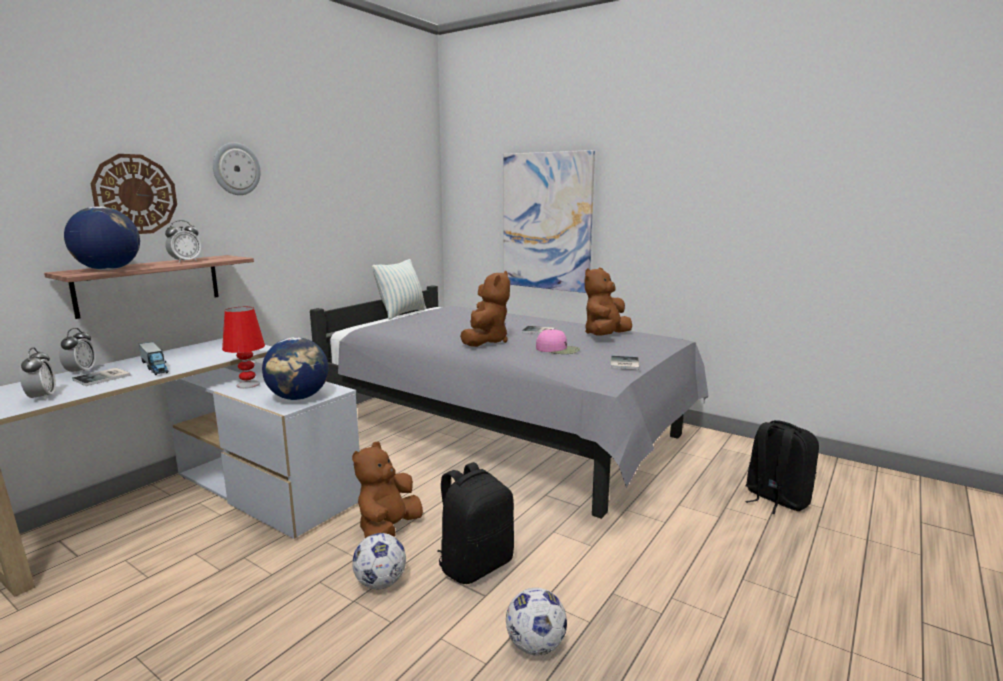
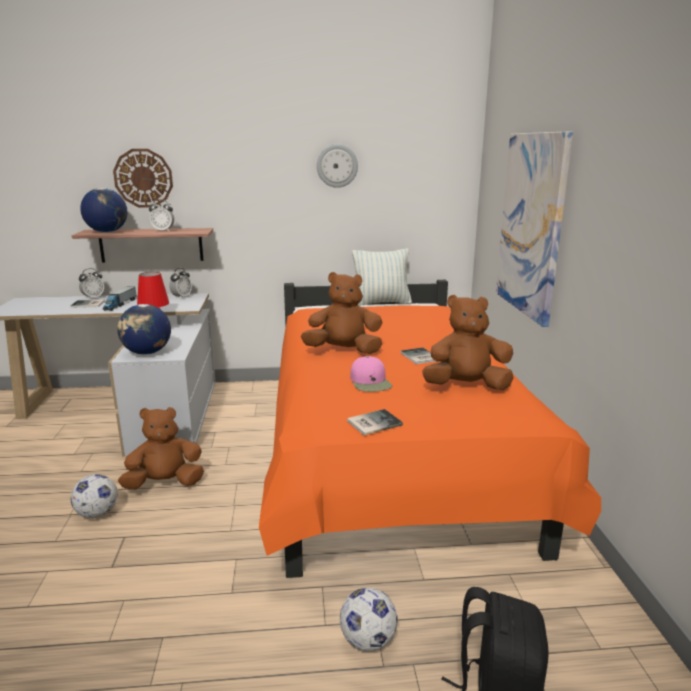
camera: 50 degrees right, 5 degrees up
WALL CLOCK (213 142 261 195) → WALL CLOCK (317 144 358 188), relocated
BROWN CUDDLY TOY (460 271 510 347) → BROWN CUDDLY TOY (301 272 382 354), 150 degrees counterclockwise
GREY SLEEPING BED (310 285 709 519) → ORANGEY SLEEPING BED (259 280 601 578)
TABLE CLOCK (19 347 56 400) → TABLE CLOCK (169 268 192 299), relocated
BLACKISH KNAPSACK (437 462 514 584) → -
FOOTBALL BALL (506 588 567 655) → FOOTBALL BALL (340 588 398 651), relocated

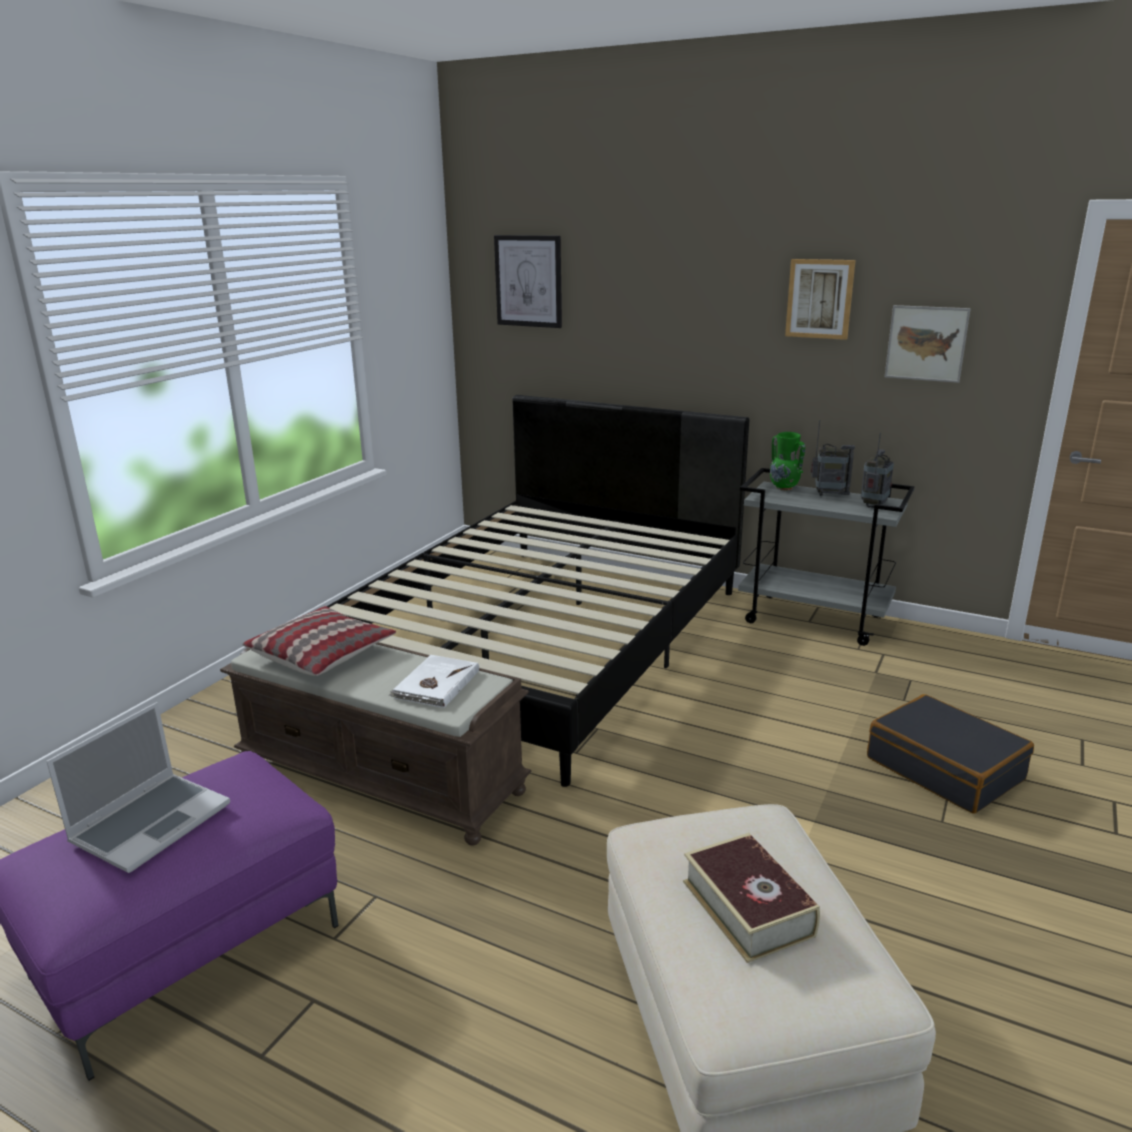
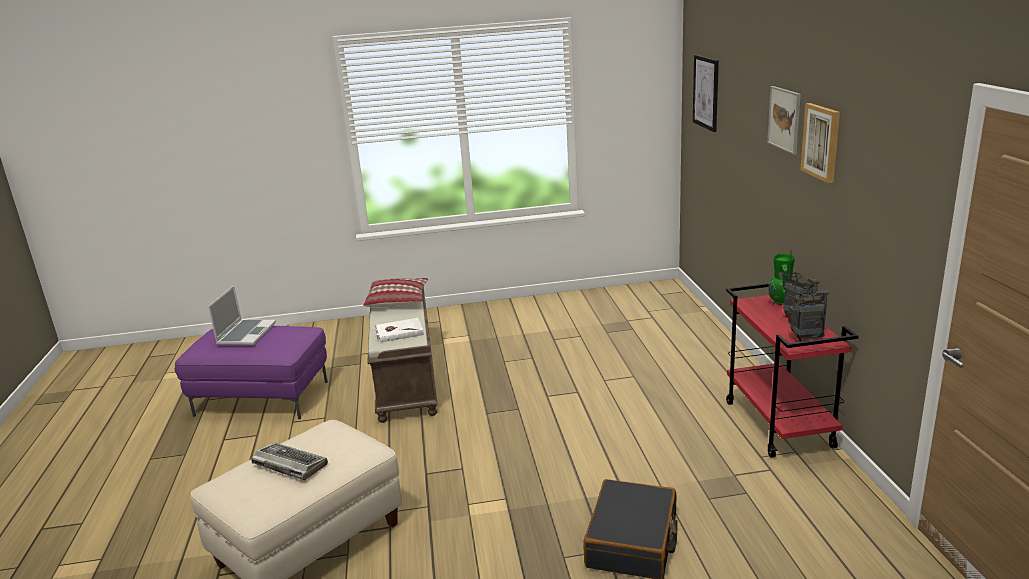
camera: 55 degrees right, 0 degrees up
PICTURE (885 305 971 383) → PICTURE (767 86 801 155), relocated
BLACKISH SLEEPING BED (327 395 749 787) → -
GREY TROLLEY (738 468 915 646) → RED-COLOURED TROLLEY (726 283 858 458)
PORTABLE COMPUTER (46 702 230 873) → PORTABLE COMPUTER (208 286 276 345), 75 degrees counterclockwise
BOOK (683 833 820 963) → KEYBOARD (251 443 328 480)

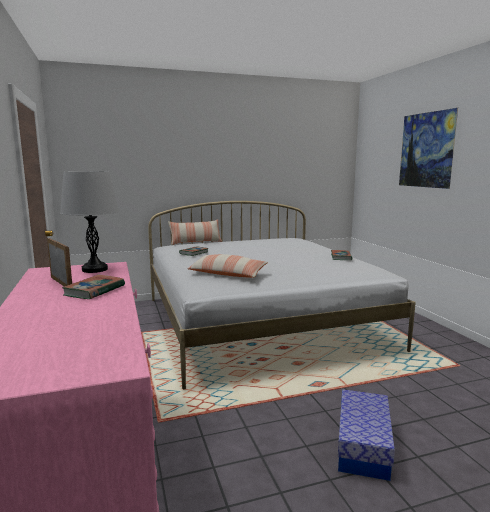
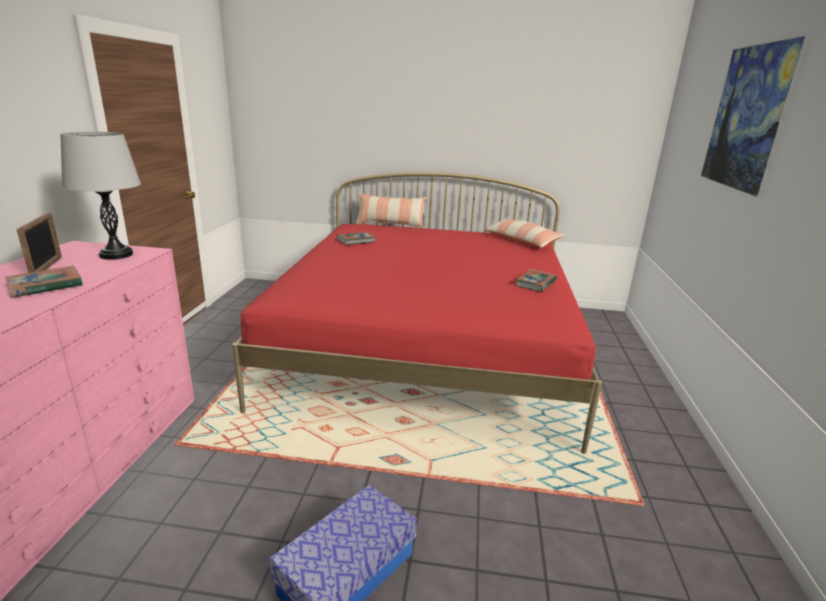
camera: 25 degrees right, 10 degrees up
WHITE-COLOURED SLEEPING BED (148 201 416 389) → RED-COLOURED SLEEPING BED (232 172 602 454)
THROW PILLOW (188 254 268 278) → THROW PILLOW (484 219 565 248), relocated

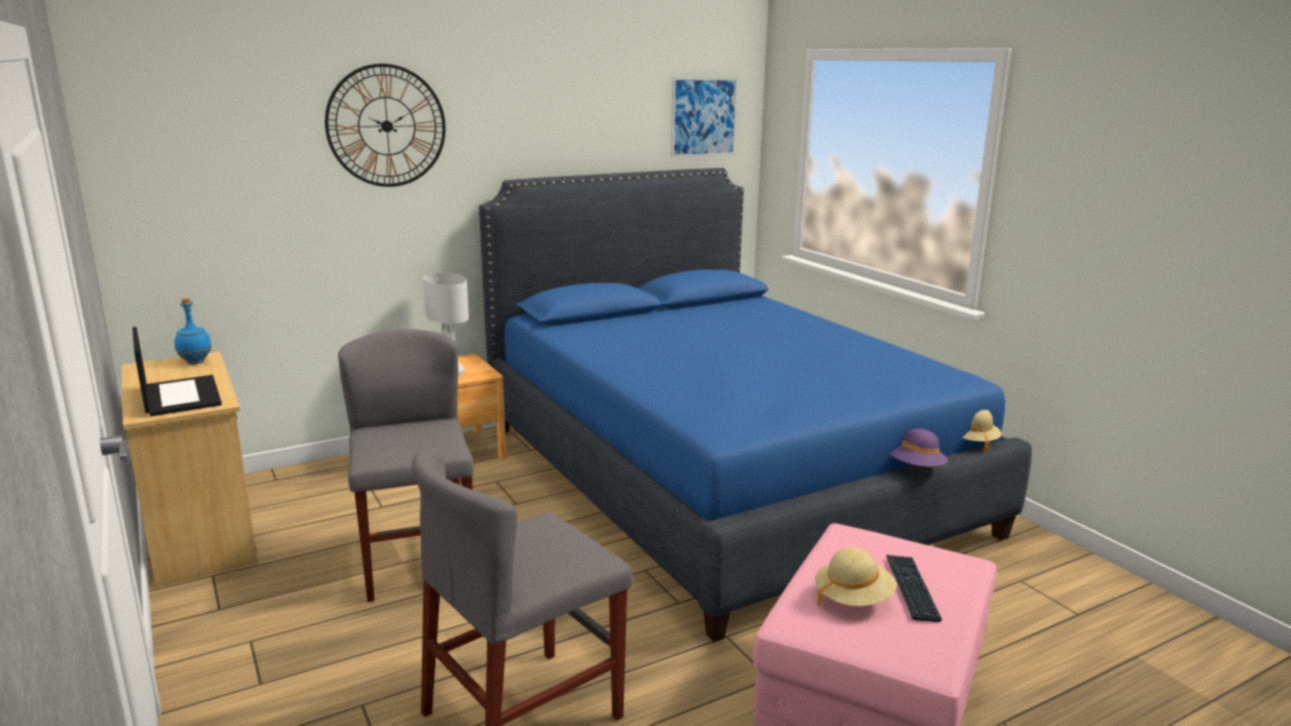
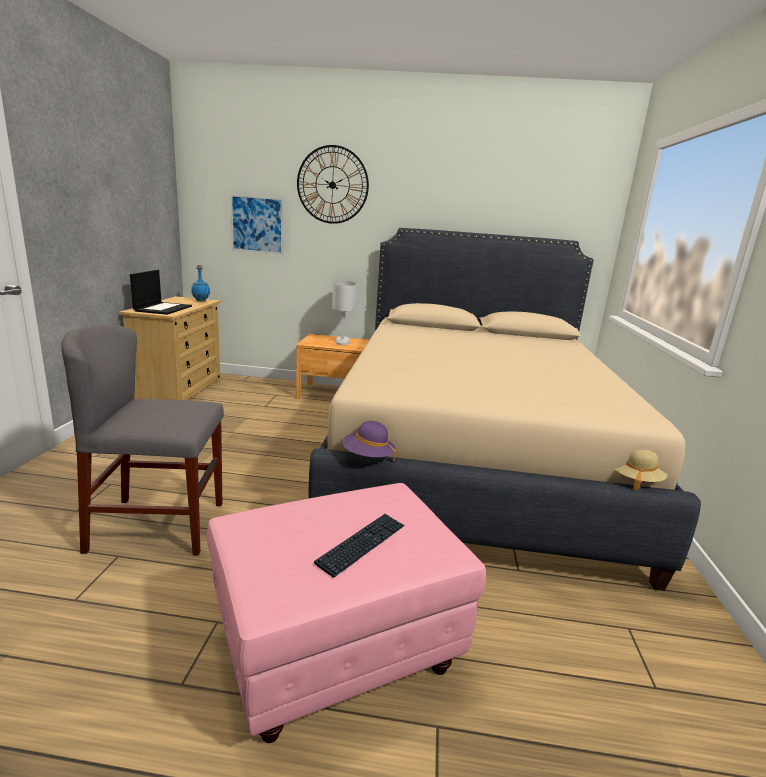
camera: 35 degrees right, 0 degrees up
PICTURE (671 77 738 158) → PICTURE (230 194 283 254), relocated
BLUISH SLEEPING BED (479 168 1032 642) → BEIGE SLEEPING BED (308 228 701 591)
GREY CHAIR (338 329 473 602) → -
PURPLE-COLOURED WEARABLE HAT (890 428 948 467) → PURPLE-COLOURED WEARABLE HAT (342 421 395 461), relocated
BEIGE WEARABLE HAT (815 547 897 607) → -

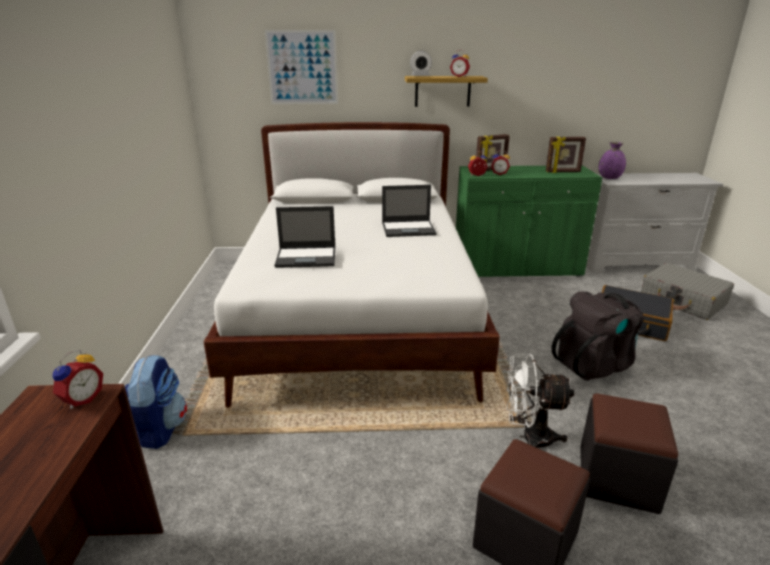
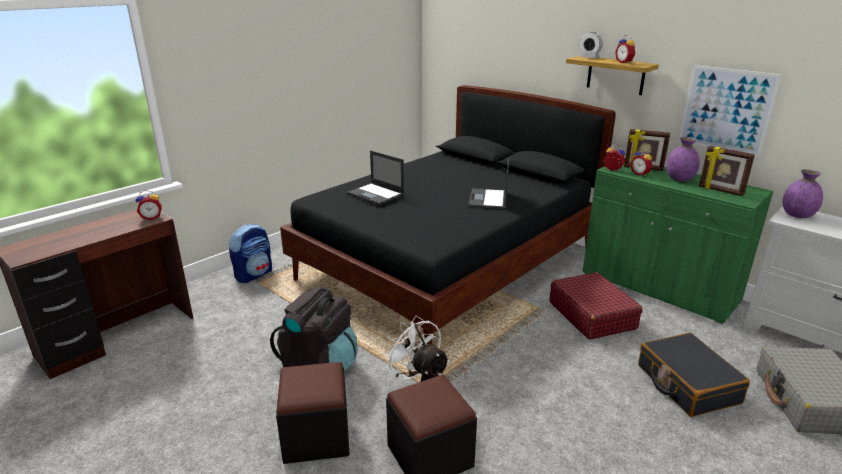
camera: 45 degrees right, 0 degrees up
PICTURE (265 30 338 104) → PICTURE (678 65 782 157), relocated
WHITE-COLOURED SLEEPING BED (204 122 500 408) → BLACKISH SLEEPING BED (280 85 616 344)
PORTABLE COMPUTER (382 185 437 237) → PORTABLE COMPUTER (468 157 509 209), 60 degrees clockwise
BLACKISH KNAPSACK (552 292 644 381) → BLACKISH KNAPSACK (270 287 357 371), relocated
- → PURPLE-COLOURED VASE (666 137 700 181)
- → RED-COLOURED PIECE OF LUGGAGE (550 272 643 340)

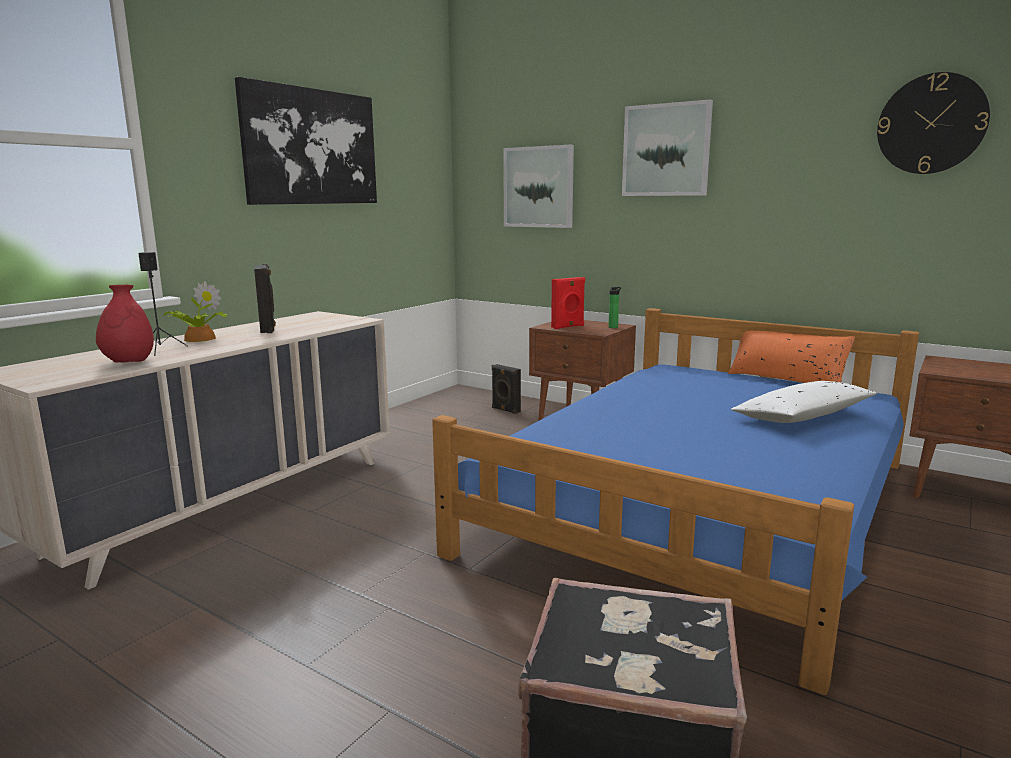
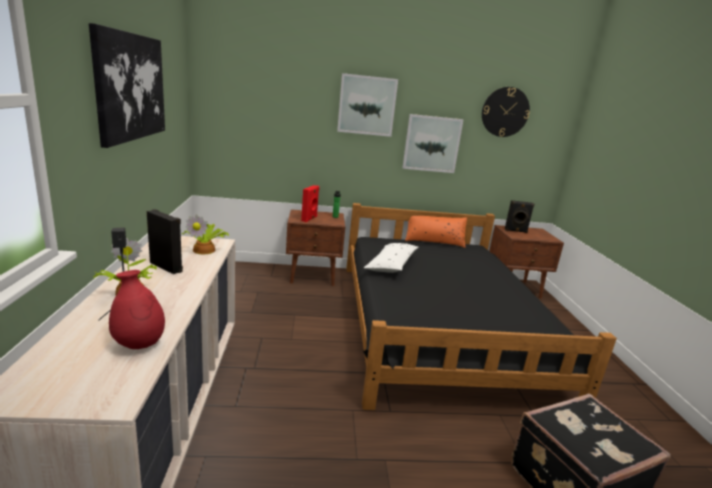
camera: 40 degrees left, 5 degrees up
PICTURE (503 145 574 228) → PICTURE (402 114 463 173), relocated
BLUISH SLEEPING BED (432 308 919 695) → BLACKISH SLEEPING BED (346 203 617 410)
BLACKISH SPEAKER (492 364 521 414) → BLACKISH SPEAKER (505 200 534 233), relocated
WHITE-COLOURED THROW PILLOW (731 381 877 423) → WHITE-COLOURED THROW PILLOW (364 243 419 273), relocated
- → PLANT IN A POT (182 214 229 254)

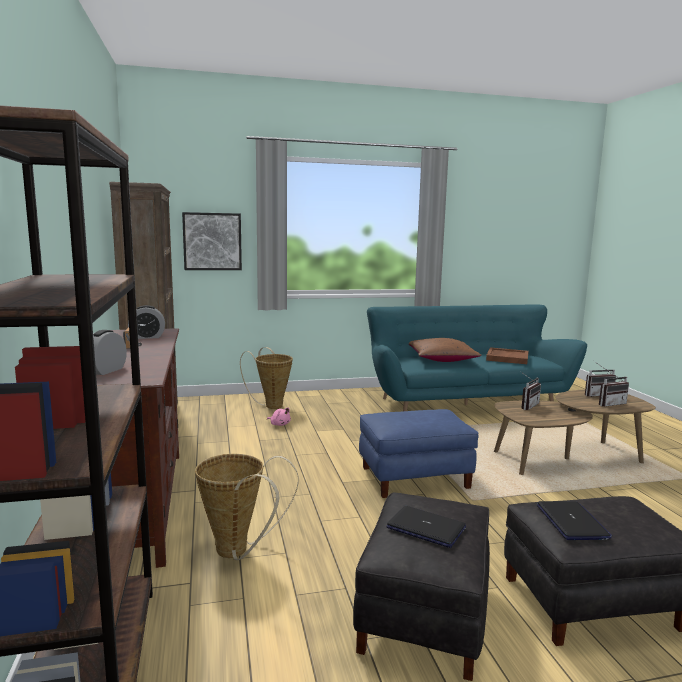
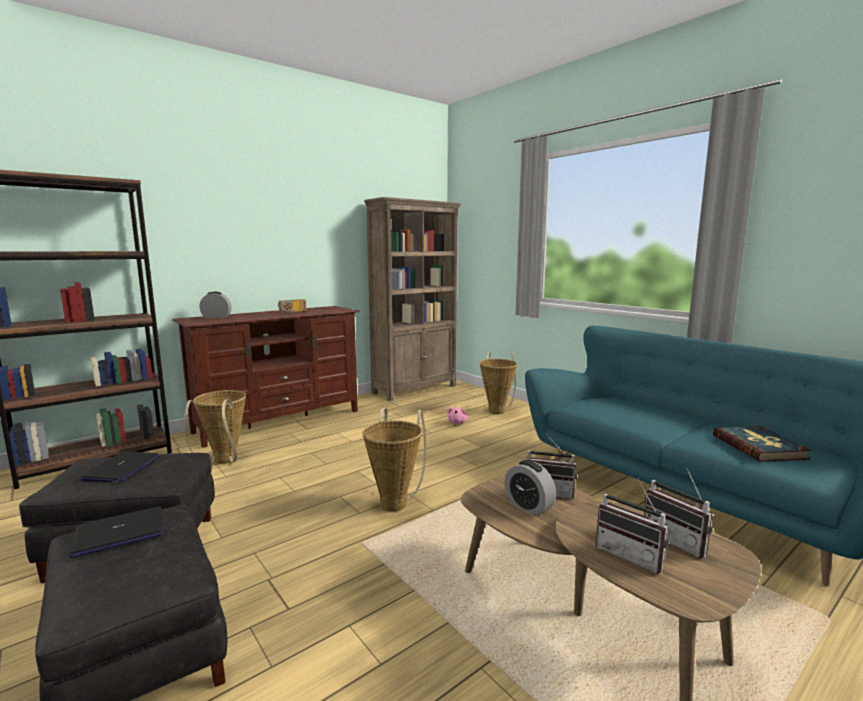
camera: 65 degrees right, 0 degrees up
PICTURE (182 212 242 270) → -
TABLE CLOCK (128 305 165 339) → TABLE CLOCK (504 460 556 516), relocated
BROWN THROW PILLOW (409 338 482 362) → -
BROWN SERVING TRAY (486 347 529 364) → BOOK (713 426 812 462)
BLUISH OTTOMAN (359 409 478 498) → STORAGE BASKET (362 408 426 512)

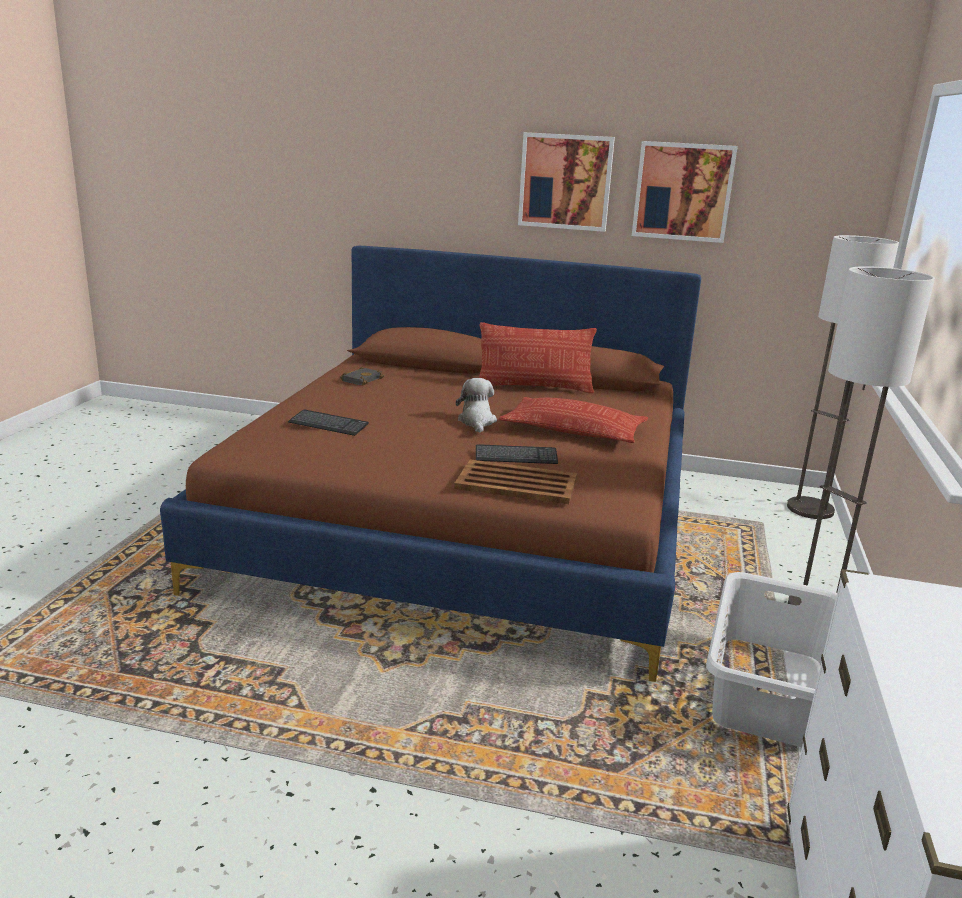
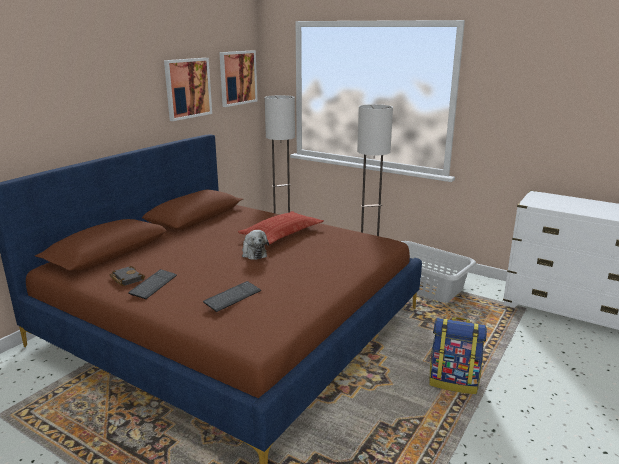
camera: 70 degrees left, 0 degrees up
PICTURE (518 132 615 232) → PICTURE (219 50 257 107), relocated
THROW PILLOW (479 322 597 393) → -
CUDDLY TOY (456 378 497 433) → CUDDLY TOY (242 230 269 260), 135 degrees counterclockwise
KEYBOARD (476 444 558 464) → KEYBOARD (128 269 177 299), relocated
BROWN SERVING TRAY (454 459 577 504) → -
- → KNAPSACK (430 317 487 394)

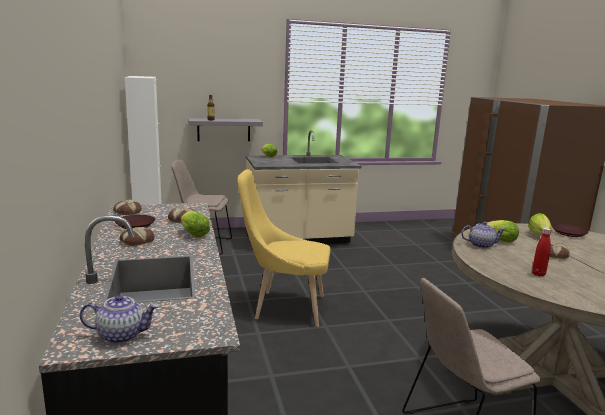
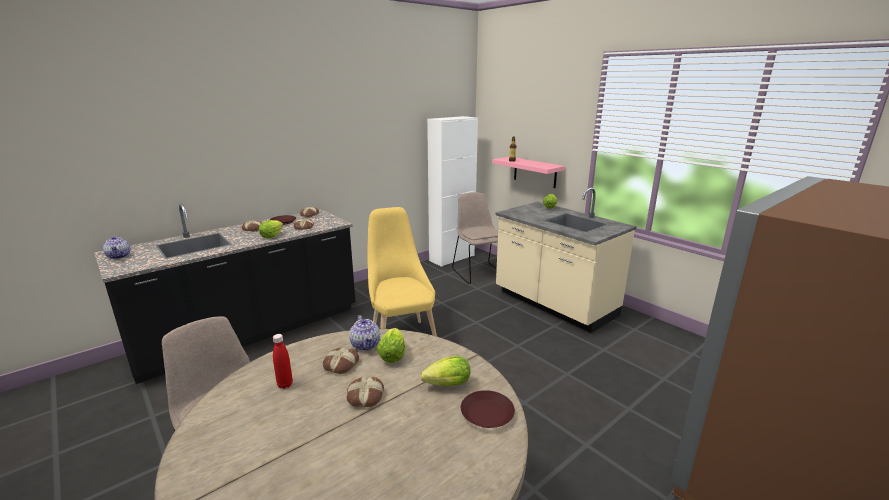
camera: 65 degrees right, 5 degrees up
GREY BRACKET SHELF (188 118 263 141) → PINK-COLOURED BRACKET SHELF (492 157 565 188)
- → BAKED BREAD (323 347 359 374)

